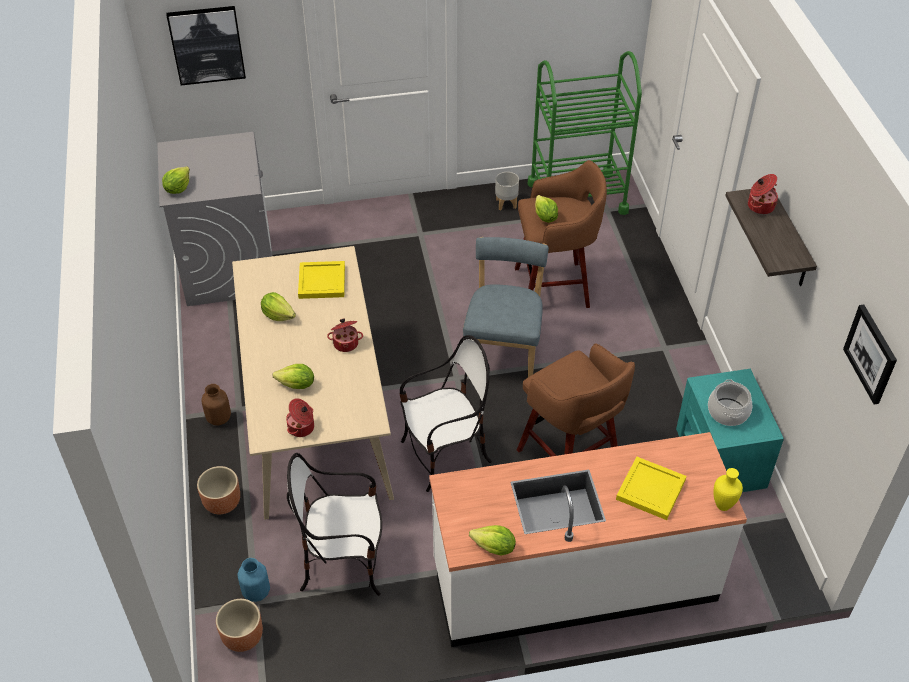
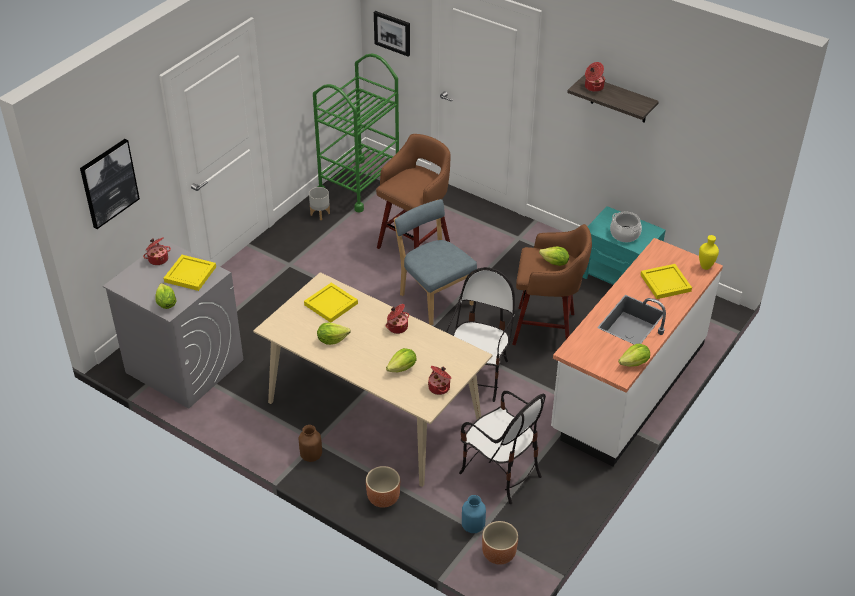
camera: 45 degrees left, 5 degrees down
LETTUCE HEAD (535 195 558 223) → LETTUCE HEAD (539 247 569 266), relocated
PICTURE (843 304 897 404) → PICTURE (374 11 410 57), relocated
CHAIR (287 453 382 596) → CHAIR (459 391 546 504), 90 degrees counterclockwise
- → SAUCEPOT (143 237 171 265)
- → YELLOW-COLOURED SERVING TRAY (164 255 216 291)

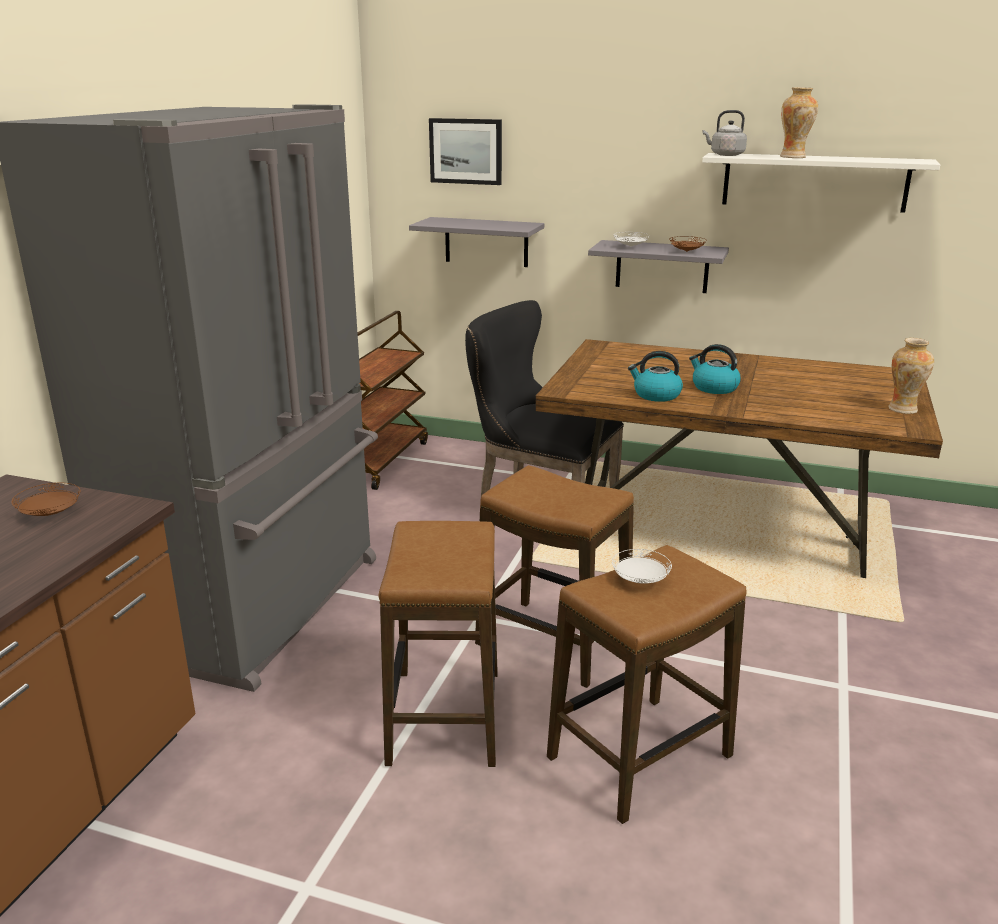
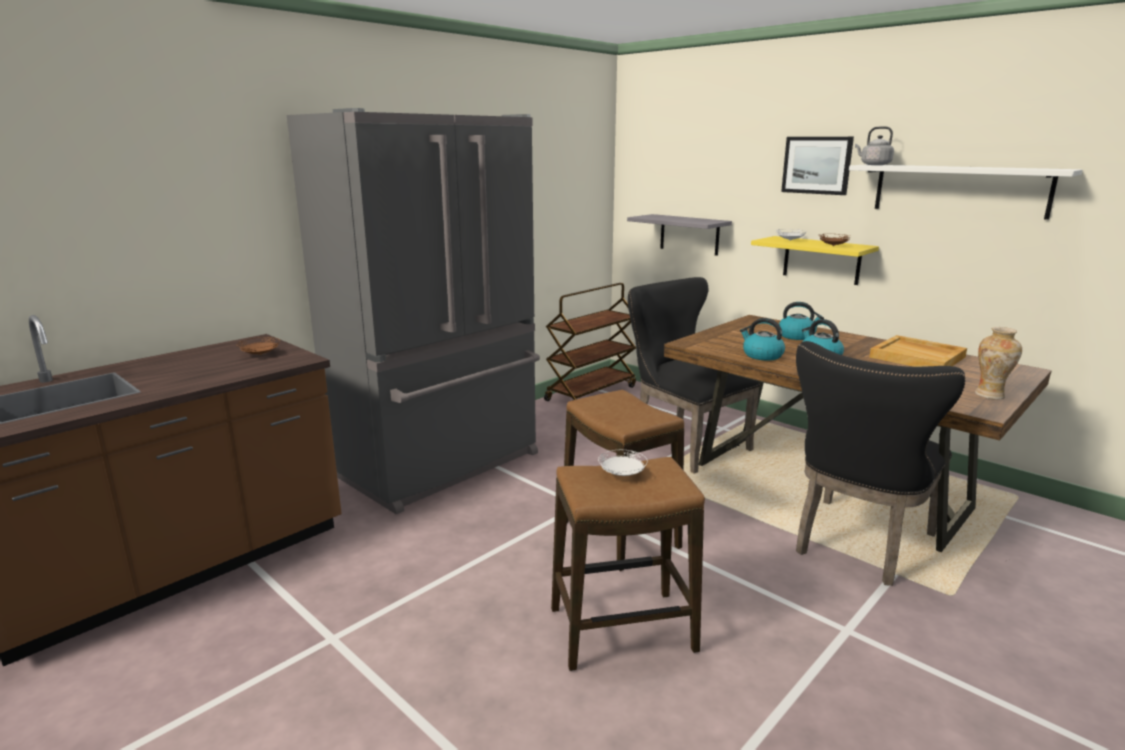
camera: 25 degrees right, 5 degrees down
VASE (780 87 818 158) → -
PICTURE (429 118 502 185) → PICTURE (781 137 854 195), relocated
GREY BRACKET SHELF (588 240 729 293) → YELLOW-COLOURED BRACKET SHELF (751 236 879 285)
SITTING STOOL (378 521 498 767) → -
- → KETTLE (779 302 824 340)
- → BEIGE SERVING TRAY (869 335 967 367)
- → BLACKISH CHAIR (796 341 966 586)

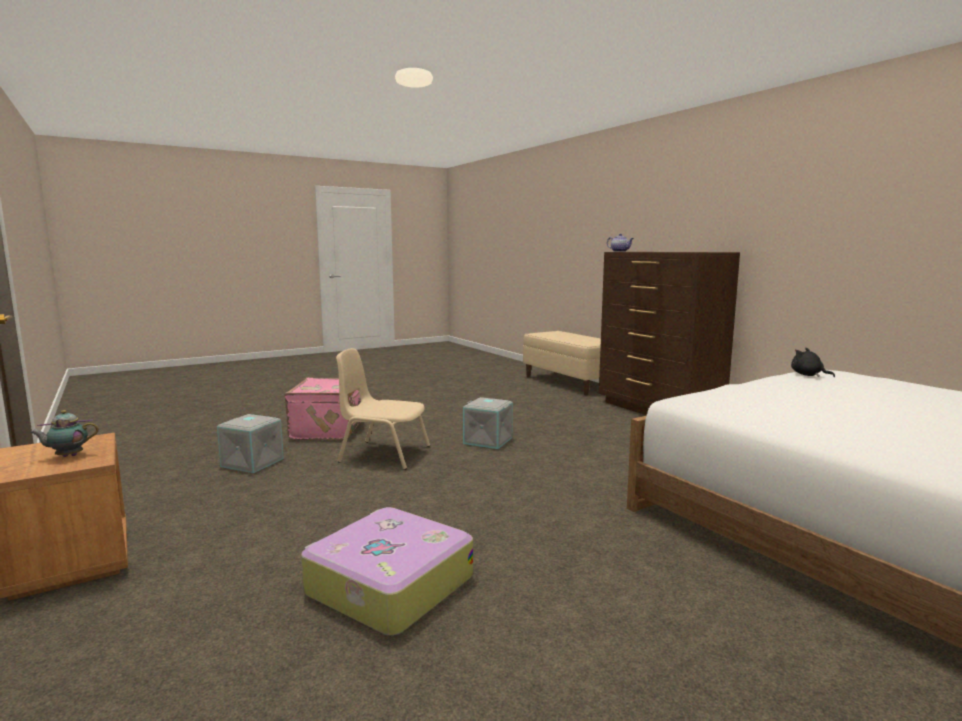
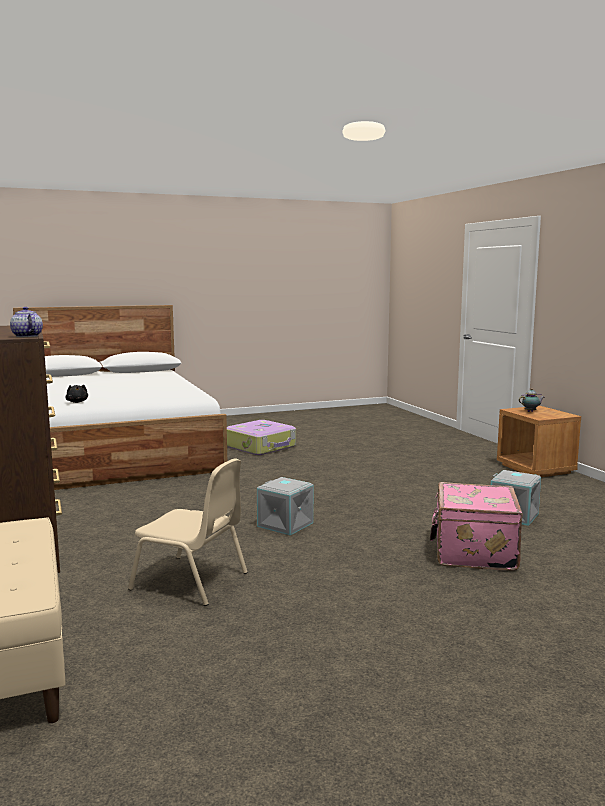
camera: 170 degrees left, 0 degrees up
BEIGE CHAIR (336 348 430 470) → BEIGE CHAIR (128 458 248 606), relocated
PIECE OF LUGGAGE (301 507 473 636) → PIECE OF LUGGAGE (227 420 296 455), relocated

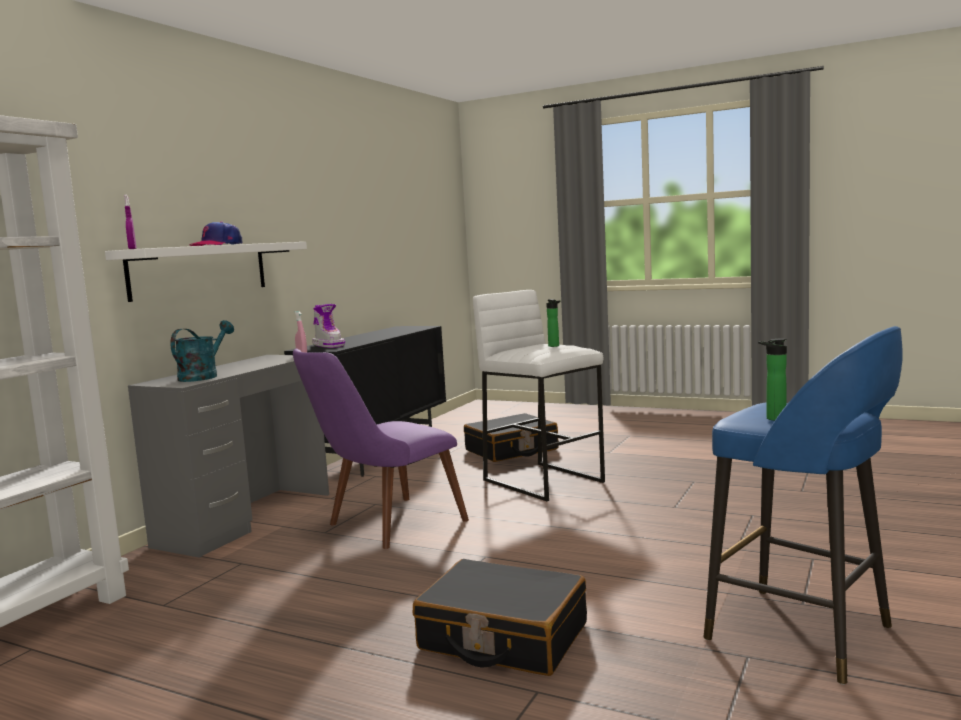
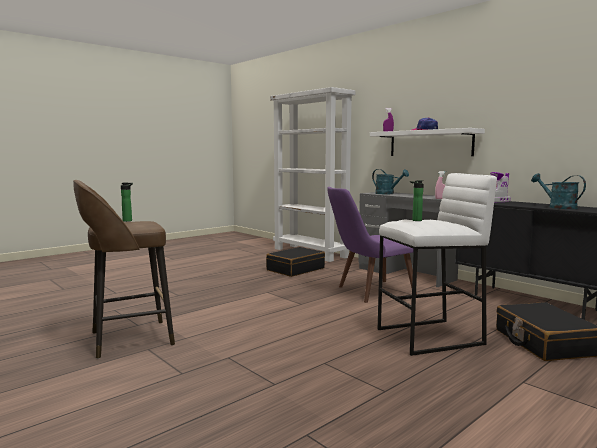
camera: 110 degrees right, 0 degrees up
BLUISH SITTING STOOL (704 326 903 685) → BROWN SITTING STOOL (73 180 175 359)
PURPLE-COLOURED CHAIR (293 349 469 549) → PURPLE-COLOURED CHAIR (327 187 417 303), 90 degrees counterclockwise
BLACKISH PIECE OF LUGGAGE (413 559 587 676) → BLACKISH PIECE OF LUGGAGE (266 247 325 277), relocated
- → BLUE-GREEN WATERING CAN (531 173 586 209)

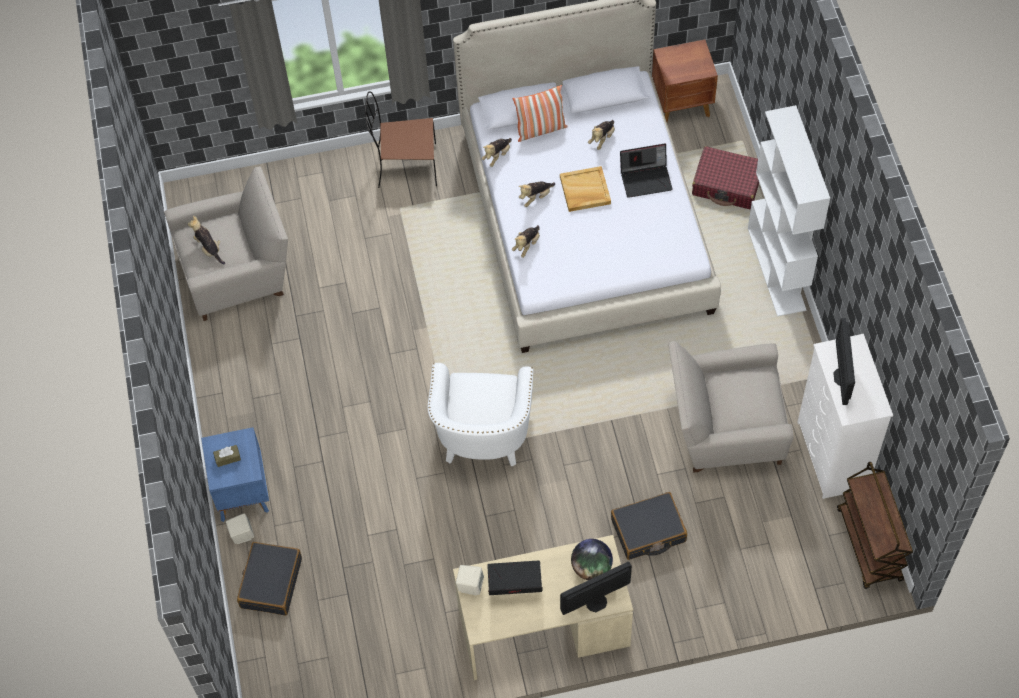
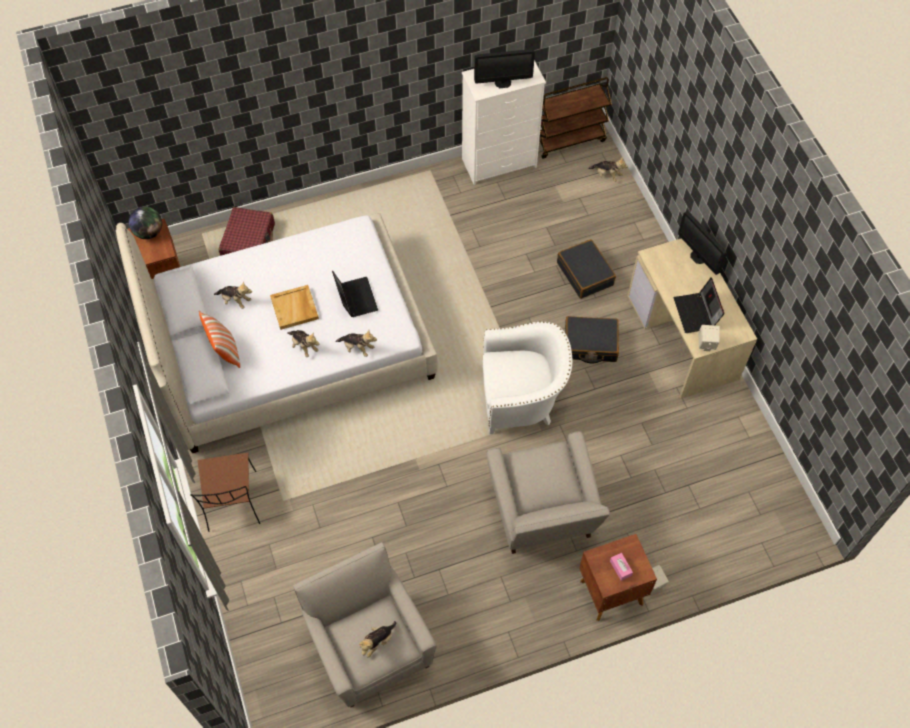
camera: 100 degrees left, 0 degrees up
WHITE-COLOURED BOOKSHELF (748 105 830 316) → -
CUDDLY TOY (482 138 512 167) → CUDDLY TOY (588 157 628 182), relocated
PORTABLE COMPUTER (620 144 673 198) → PORTABLE COMPUTER (332 270 378 317), relocated
BEIGE LOUNGE CHAIR (668 341 793 472) → BEIGE LOUNGE CHAIR (486 431 610 554), relocated
BLUISH BEDSIDE TABLE (201 427 269 522) → BROWN BEDSIDE TABLE (579 534 657 621)
BROWN TISSUE BOX (213 445 241 467) → PINK-COLOURED TISSUE BOX (610 553 633 581)
WORLD GLOBE (571 539 613 580) → WORLD GLOBE (129 207 162 239), relocated
BLACKISH PIECE OF LUGGAGE (237 542 302 616) → BLACKISH PIECE OF LUGGAGE (565 316 619 363), relocated

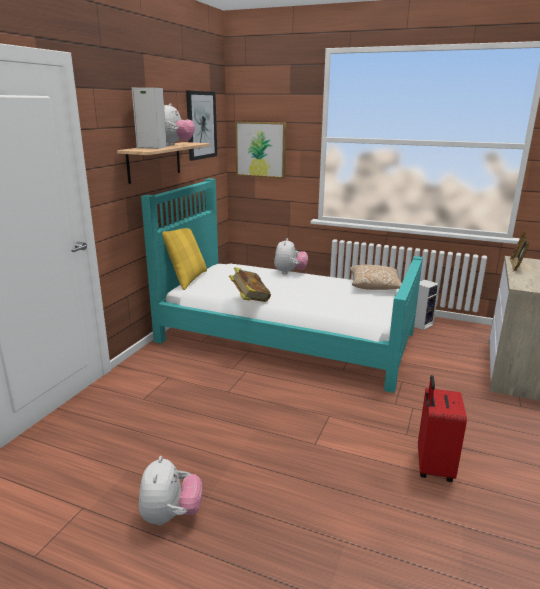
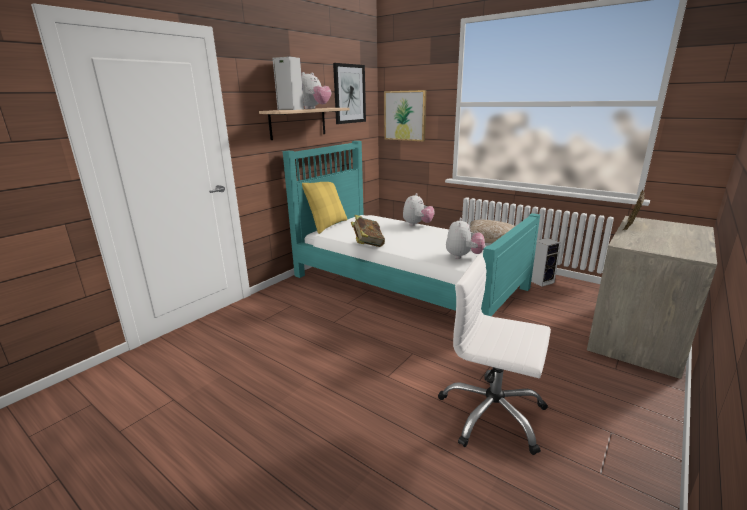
camera: 15 degrees right, 0 degrees up
RED-COLOURED PIECE OF LUGGAGE (418 375 467 482) → WHITE-COLOURED DESK CHAIR (438 254 551 455)
CUDDLY TOY (139 456 202 525) → CUDDLY TOY (446 218 485 259), relocated

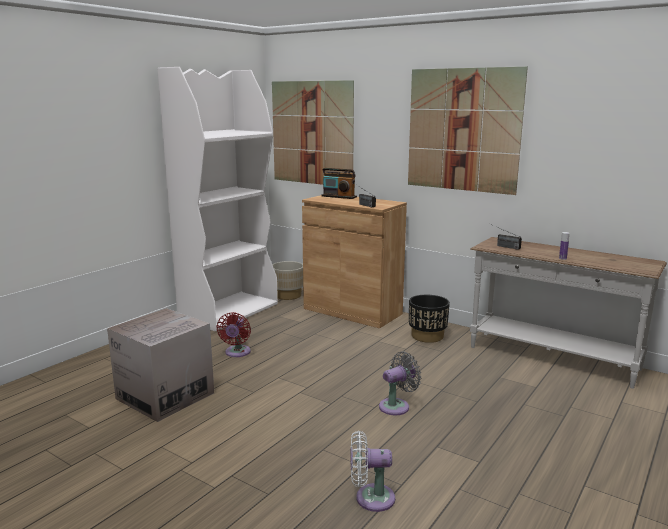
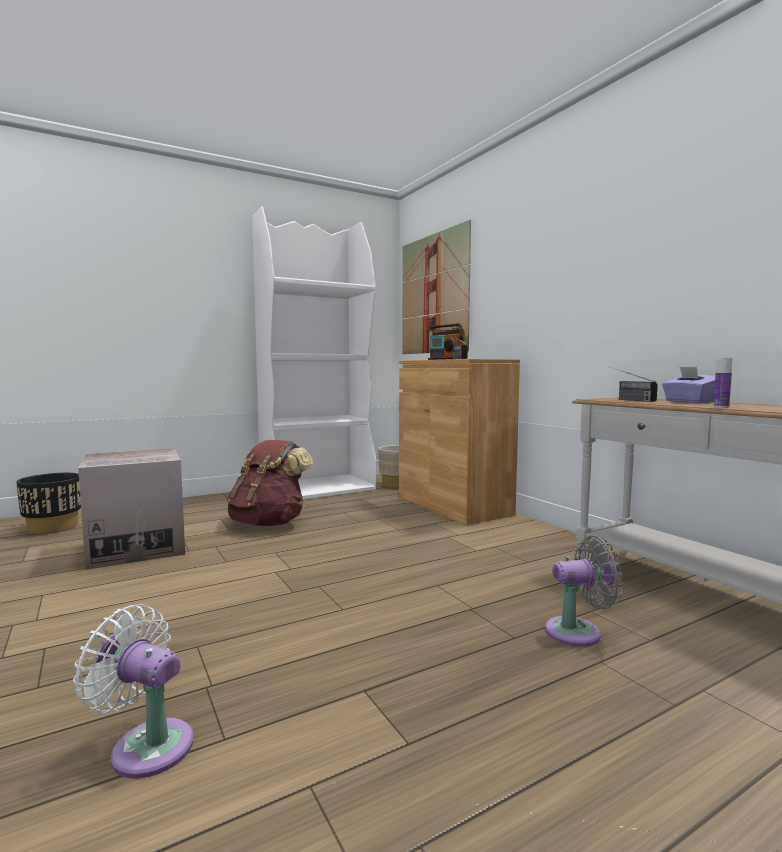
camera: 25 degrees right, 10 degrees down
PICTURE (408 67 528 195) → -
BLACKISH PLANT POT (409 295 450 343) → BLACKISH PLANT POT (16 473 81 534), relocated
RED-COLOURED COOLING FAN (216 312 251 357) → BROWN KNAPSACK (226 440 313 526)
GREY COOLING FAN (379 352 421 415) → GREY COOLING FAN (545 535 623 646), relocated
- → PURPLE-COLOURED TISSUE BOX (662 367 715 403)

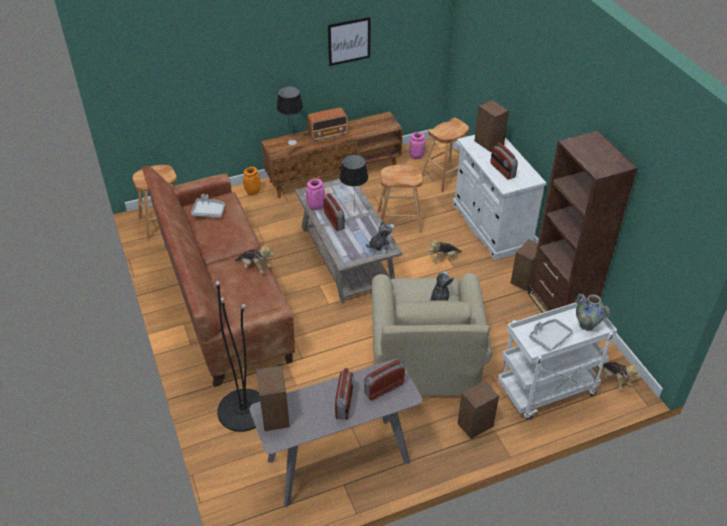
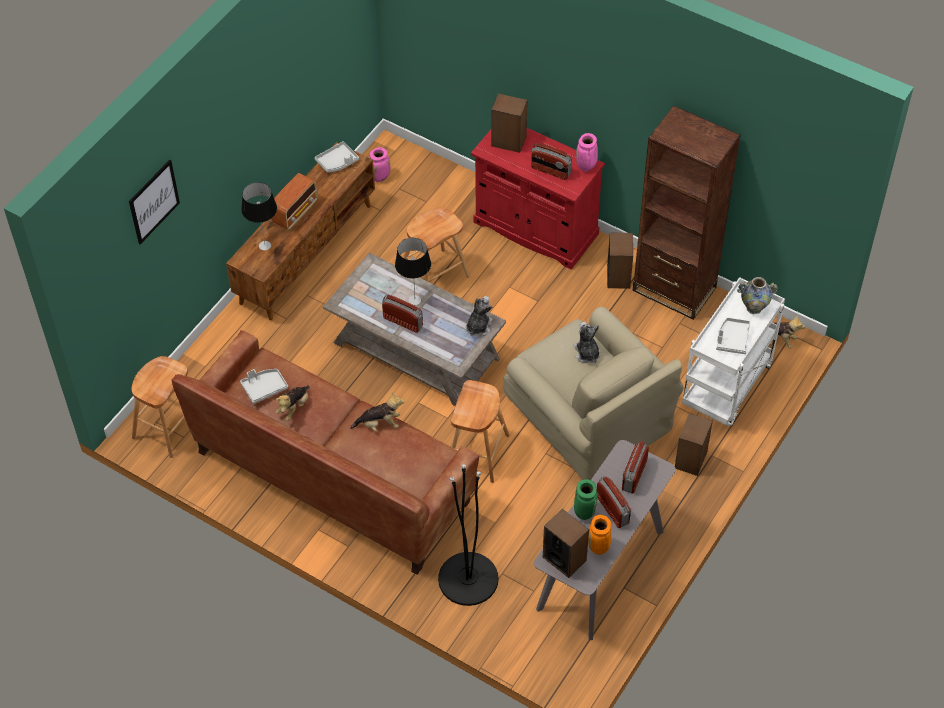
camera: 35 degrees left, 10 degrees up
PICTURE (328 17 371 66) → PICTURE (129 160 180 244), relocated
BROWN SITTING STOOL (422 118 469 192) → BROWN SITTING STOOL (451 380 510 483), relocated
WHITE-COLOURED CUPBOARD (453 135 546 260) → RED-COLOURED CUPBOARD (471 128 605 269)
ORANGEY VASE (243 167 261 195) → ORANGEY VASE (588 515 611 555), relocated
PINK-COLOURED VASE (306 179 325 210) → PINK-COLOURED VASE (576 133 598 172), relocated
CUDDLY TOY (429 240 462 262) → CUDDLY TOY (275 385 310 421), relocated
- → GREY SERVING TRAY (315 141 359 173)
- → GREENISH VASE (574 479 598 520)

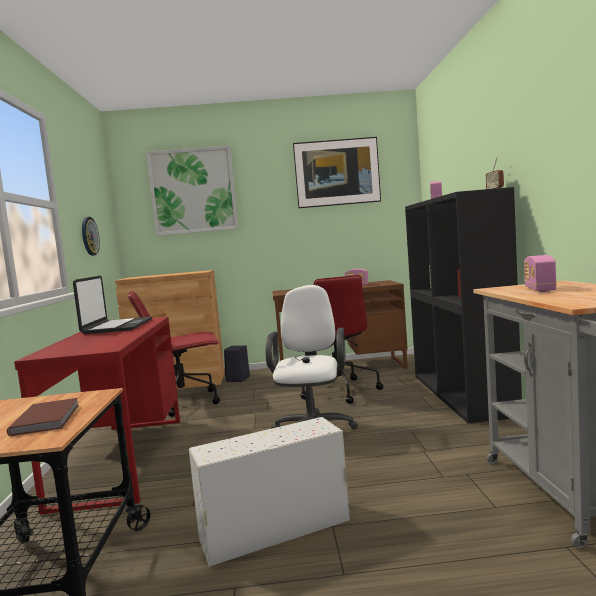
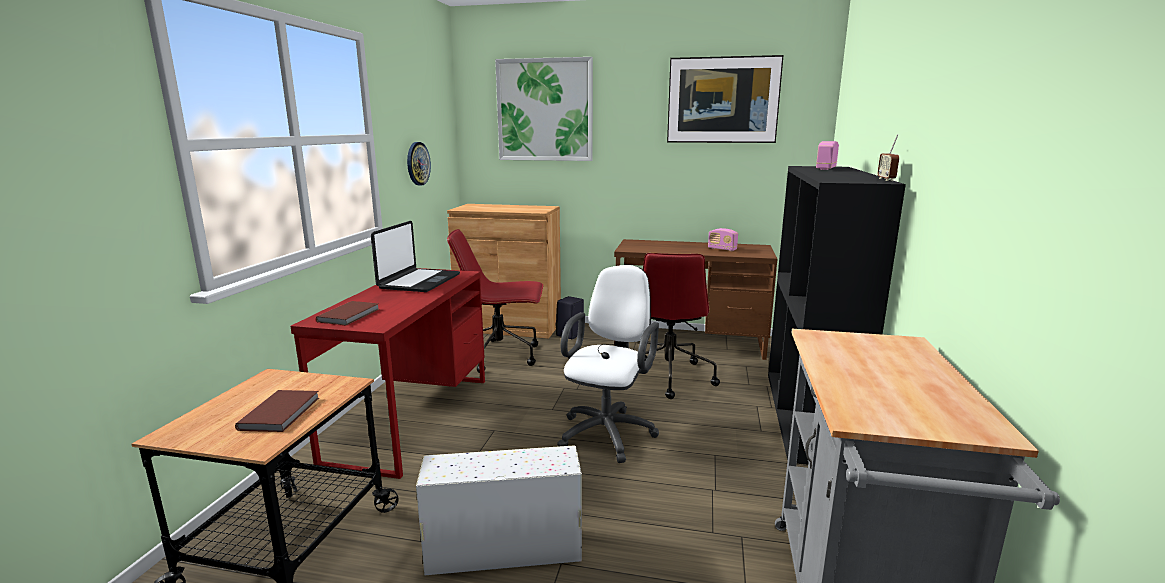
camera: 15 degrees right, 10 degrees up
RADIO SET (524 255 557 292) → -
- → BROWN BOOK (316 301 379 325)

